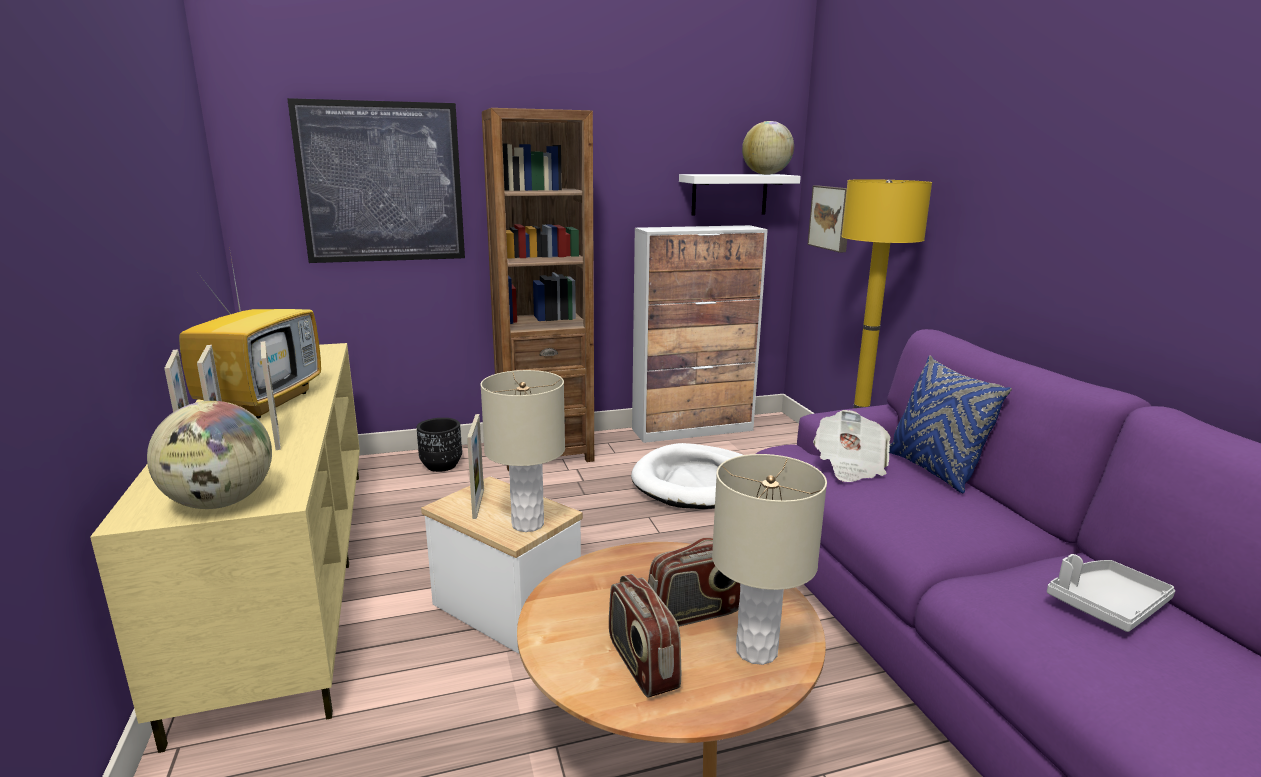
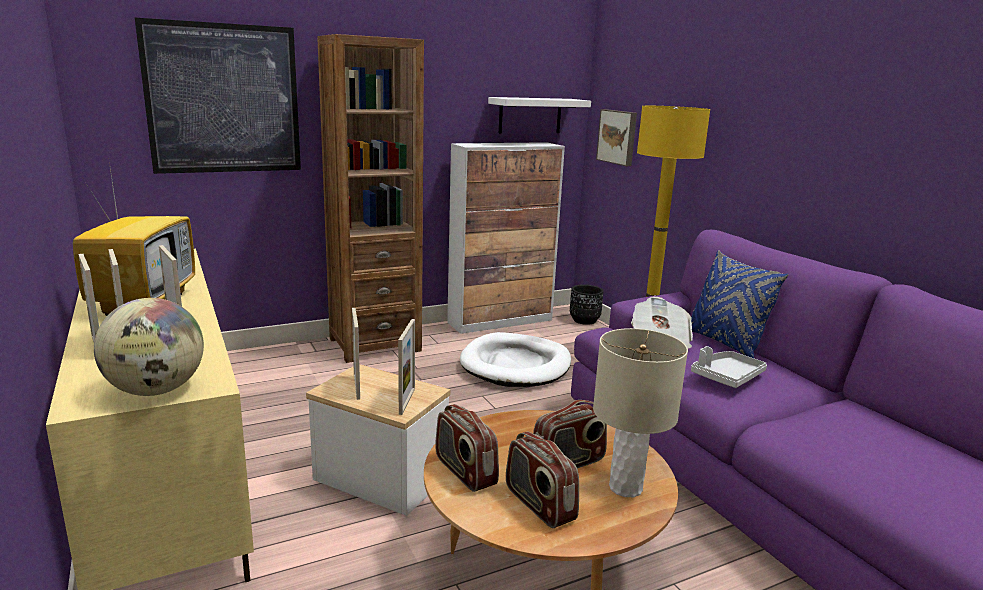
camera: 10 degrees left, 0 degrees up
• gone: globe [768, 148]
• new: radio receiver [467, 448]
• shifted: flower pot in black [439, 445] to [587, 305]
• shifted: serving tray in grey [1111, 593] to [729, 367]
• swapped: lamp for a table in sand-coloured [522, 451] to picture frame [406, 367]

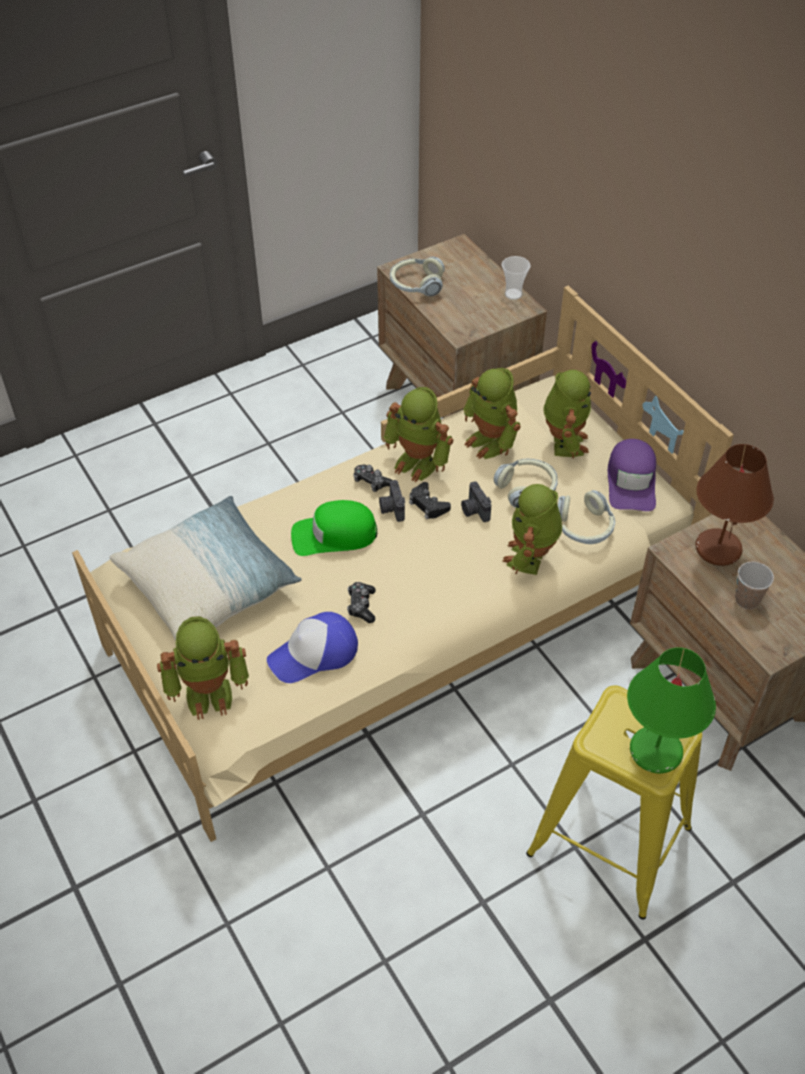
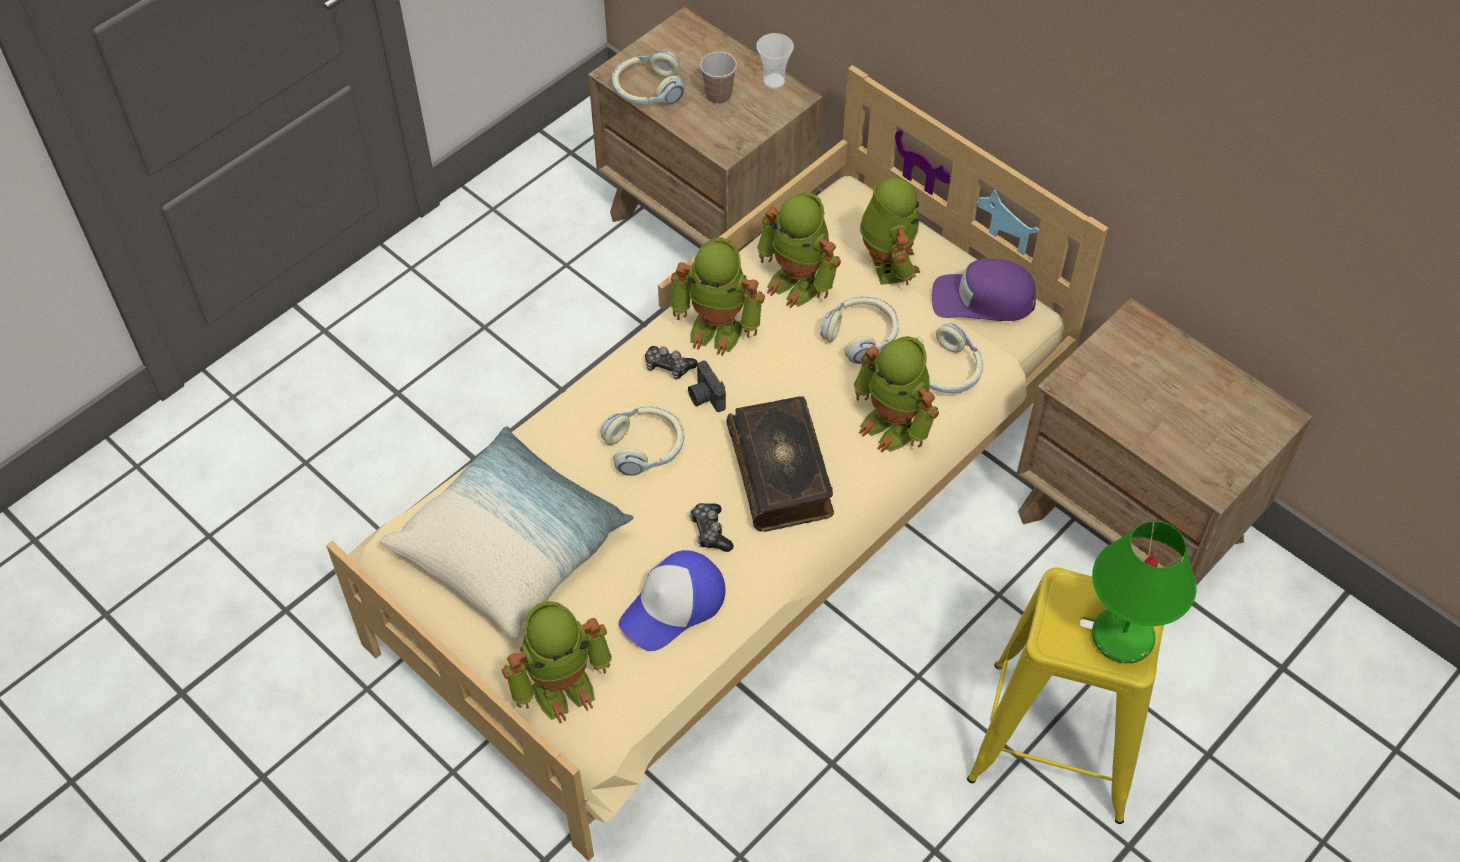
camera: 15 degrees left, 5 degrees up
• gone: joypad in black [430, 500]
• gone: photo camera [476, 501]
• gone: lamp for a table in brown [734, 505]
• new: bound book [780, 464]
• shifted: drinking cup [754, 585] to [718, 78]
• swapped: baseball cap in greenish [334, 528] to headset [642, 441]
• rotated: robot figure [532, 529] = [896, 394] 45 degrees counterclockwise
• rotated: baseball cap in purple [632, 475] = [984, 290] 105 degrees clockwise

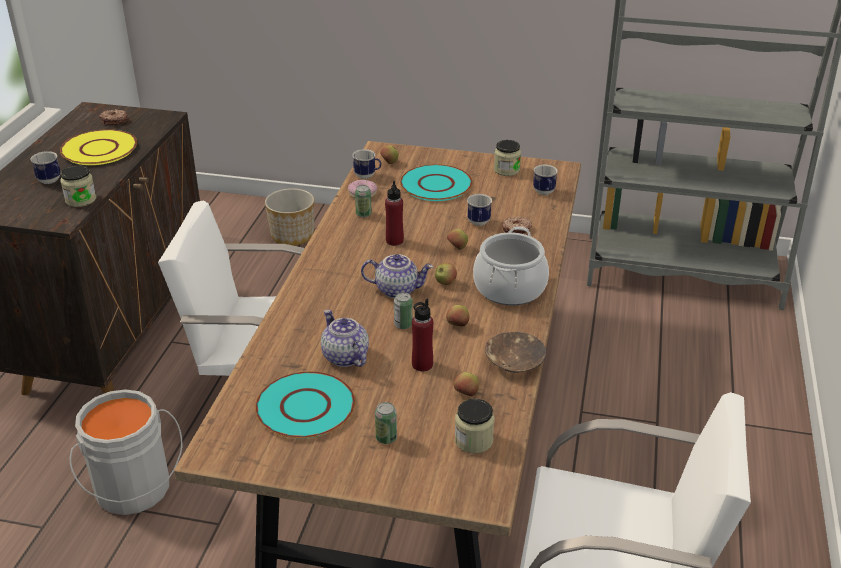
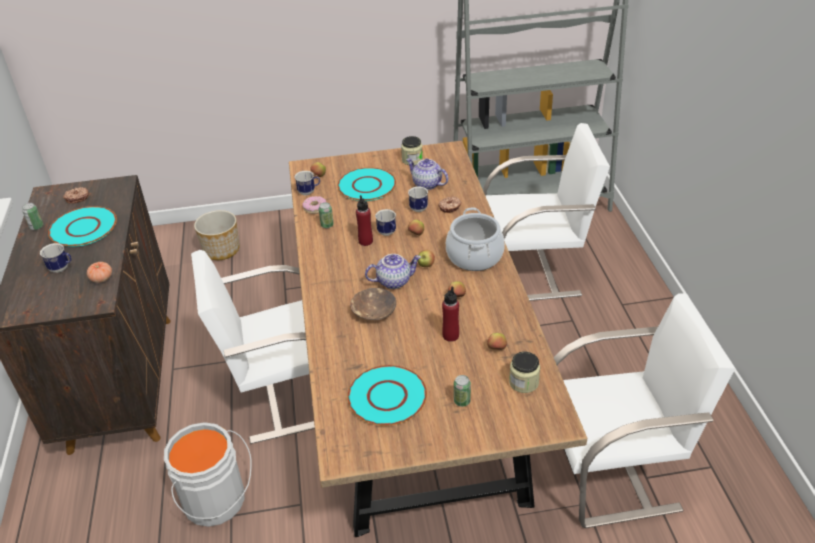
camera: 20 degrees left, 5 degrees up
• new: upright chair in white [546, 212]
• shifted: tea pot [345, 338] to [427, 174]
• shifted: sealed can [403, 310] to [32, 216]
• shifted: bowl in brown [515, 352] to [373, 304]
• shifted: coffee mug [545, 180] to [385, 222]
• swapped: storage jar [78, 186] to whole tomato [99, 272]
• repainted: flat dish in yellow-coloured [98, 147] to flat dish in turquoise-coloured [82, 226]

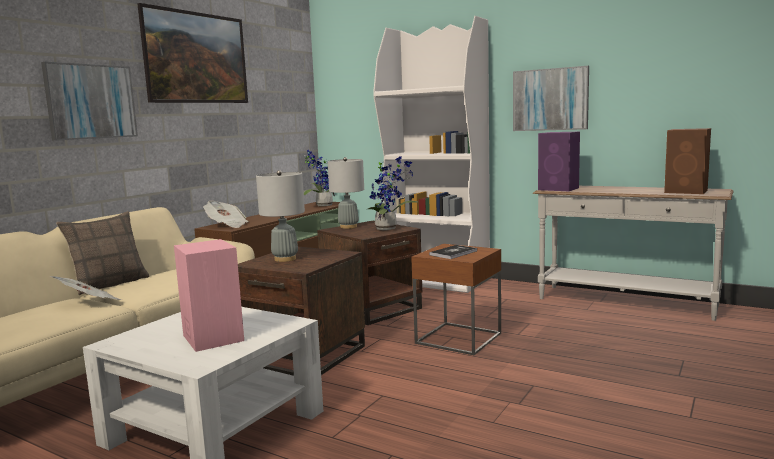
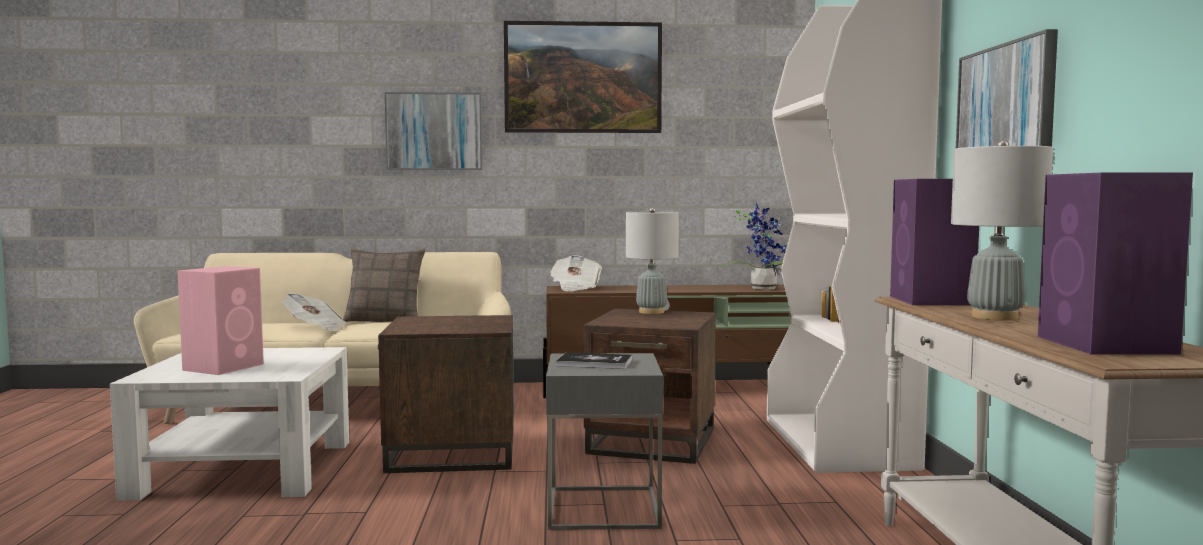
camera: 55 degrees right, 5 degrees down
• gone: plant in a pot [392, 193]
• shifted: lamp for a table in grey [280, 216] to [1002, 230]
• repainted: accent table in brown [456, 299] to accent table in grey [604, 441]
• repainted: speaker in brown [687, 161] to speaker in purple [1115, 263]

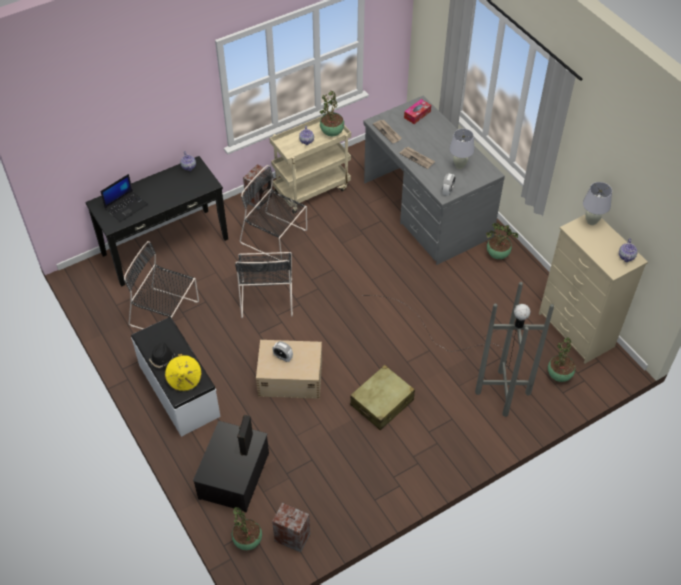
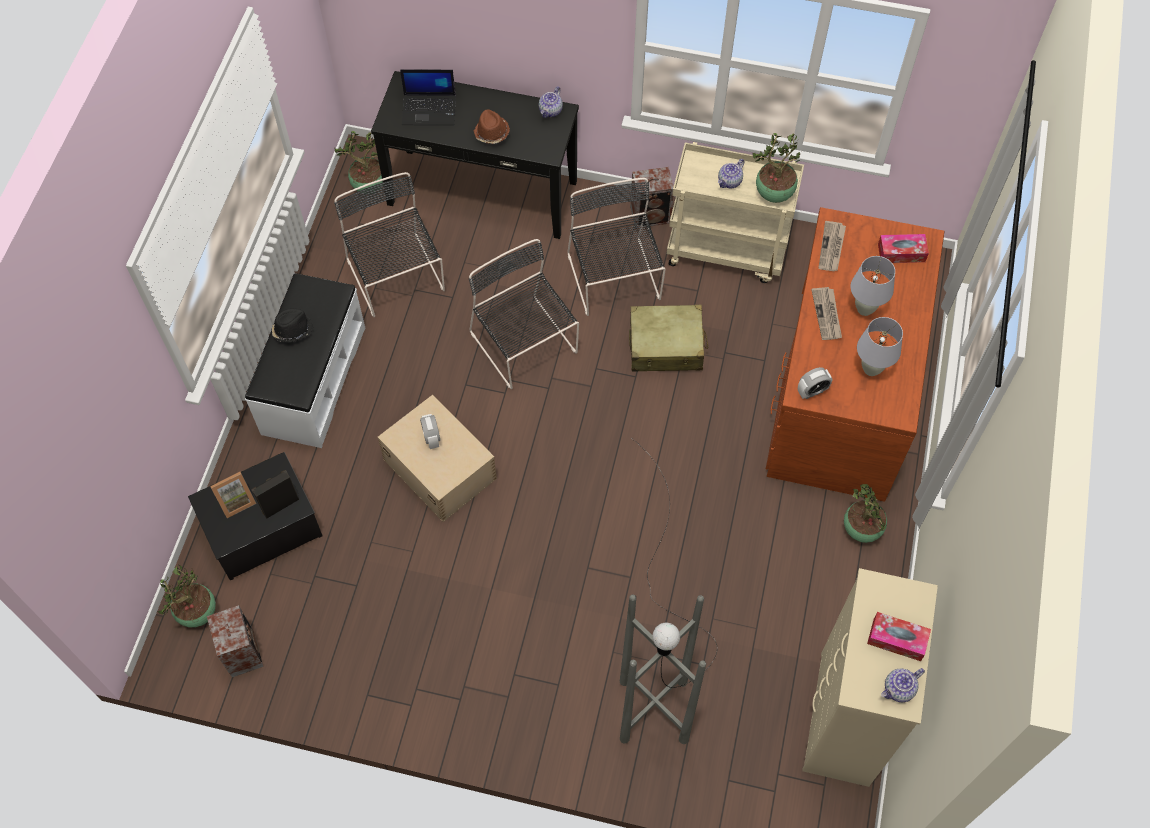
camera: 45 degrees right, 10 degrees up
• gone: wearable hat in yellow-coloured [183, 373]
• new: picture frame [233, 495]
• new: wearable hat in brown [492, 126]
• new: tissue holder [899, 636]
• shifted: piece of luggage in sand-coloured [382, 397] to [668, 338]
• shifted: plant in a pot [561, 359] to [359, 162]
• shifted: lamp for a table in white [597, 203] to [872, 286]
• repainted: desk in grey [434, 180] to desk in brown [855, 354]
• rotated: upright chair in black [264, 285] = [524, 314] 105 degrees clockwise

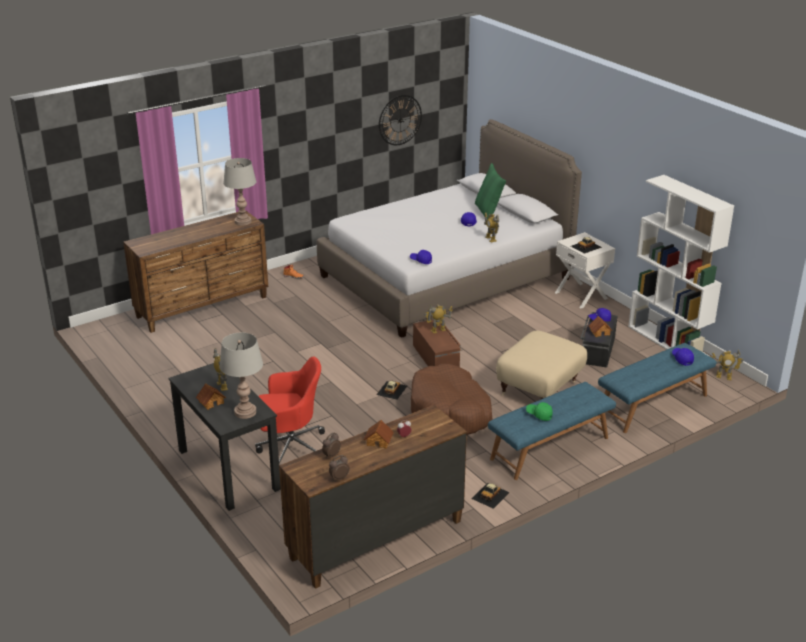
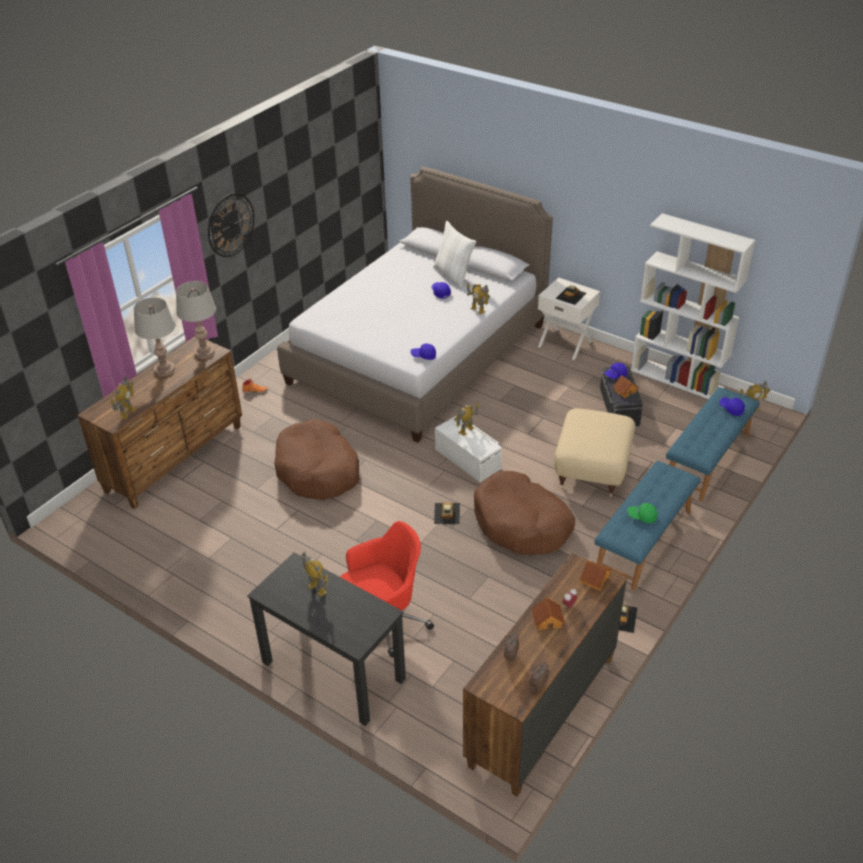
camera: 20 degrees left, 10 degrees up
• new: robot figure [123, 397]
• new: pet bed in brown [317, 459]
• shifted: model house [211, 396] to [596, 576]
• shifted: lamp for a table in grey [241, 375] to [155, 336]
• shifted: wall clock [400, 120] to [231, 225]
• repainted: storage box in brown [437, 343] to storage box in white [468, 449]
• repainted: throw pillow in greenish [490, 191] to throw pillow in white [455, 254]

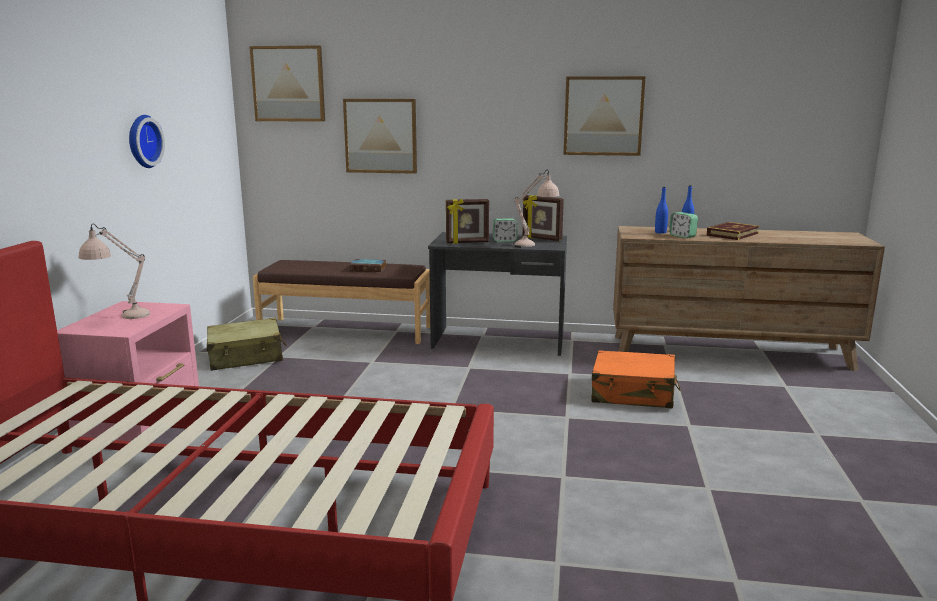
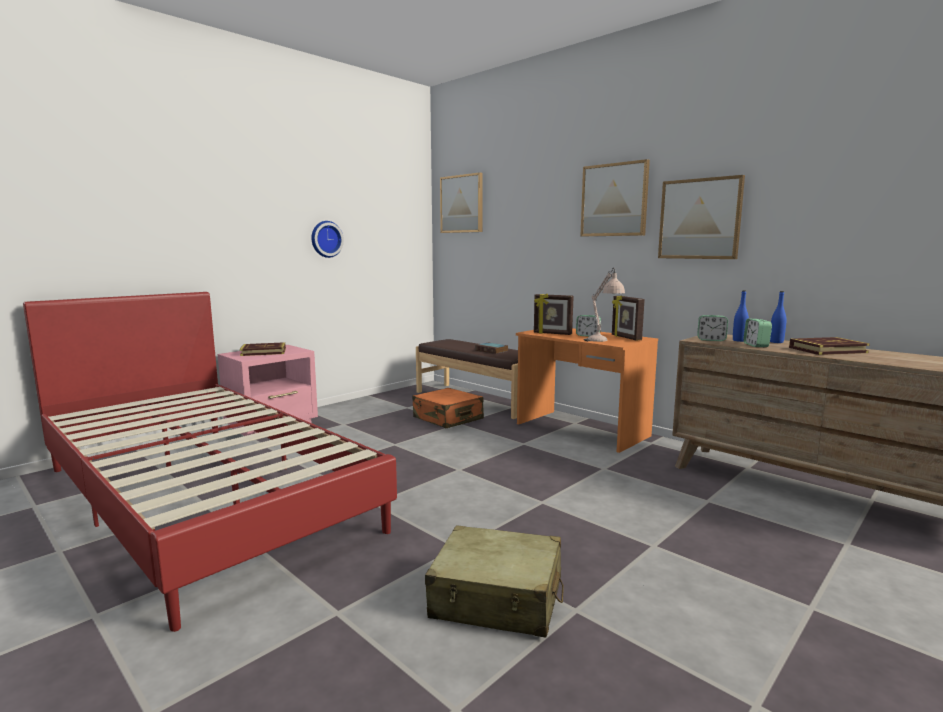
camera: 35 degrees right, 5 degrees down
• new: alarm clock [712, 328]
• shifted: piece of luggage in sand-coloured [246, 344] to [494, 581]
• shifted: wall art [380, 136] to [615, 197]
• shifted: piece of luggage in orange-coloured [636, 379] to [448, 408]
• swapped: lamp for a table in sand-coloured [114, 271] to bound book [263, 349]
• repainted: desk in grey [497, 294] to desk in orange-coloured [587, 390]

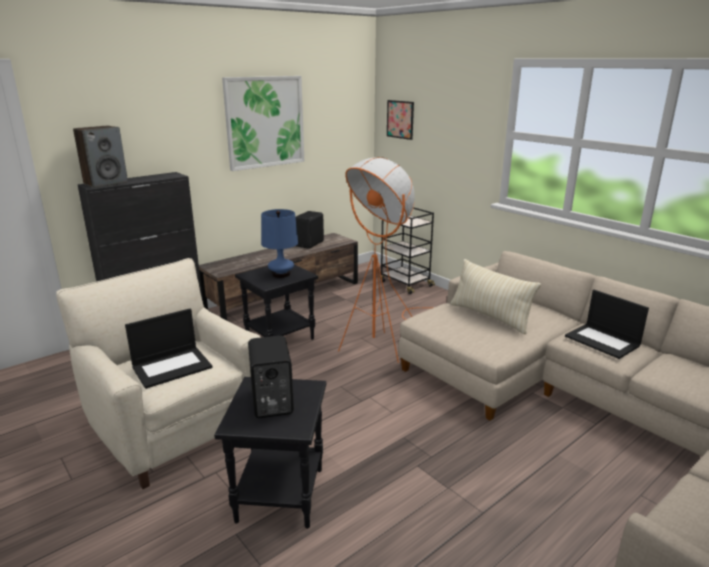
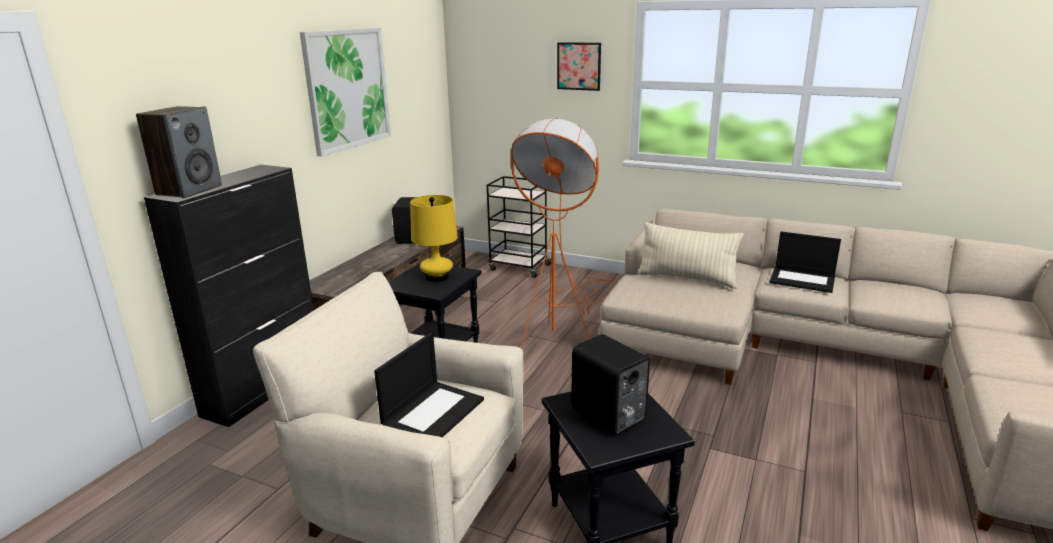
camera: 25 degrees left, 0 degrees up
• shifted: wall art [400, 120] to [579, 66]
• repainted: lamp for a table in blue [279, 243] to lamp for a table in yellow-coloured [434, 238]

